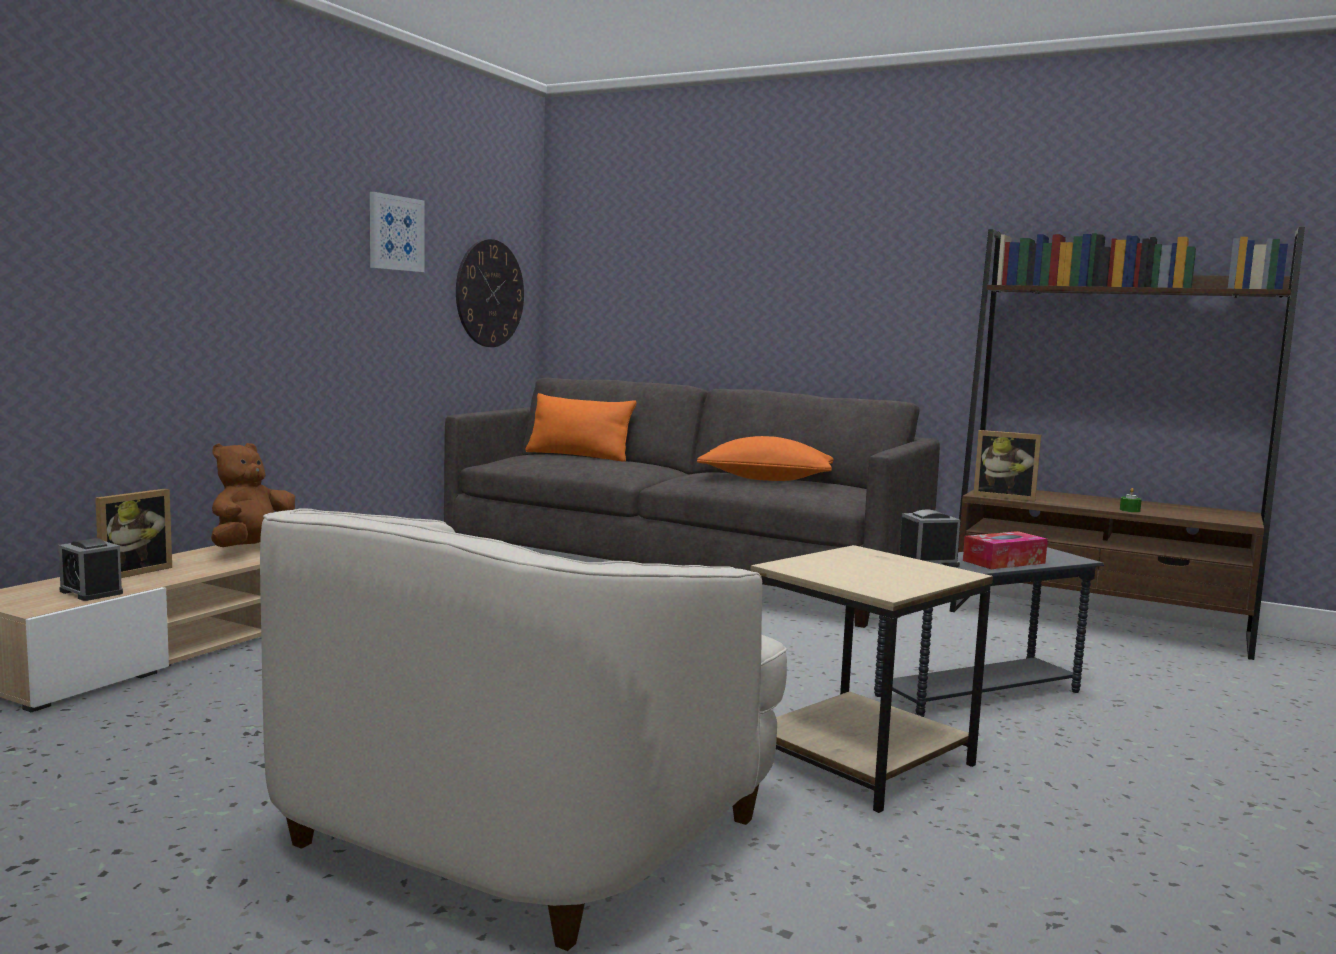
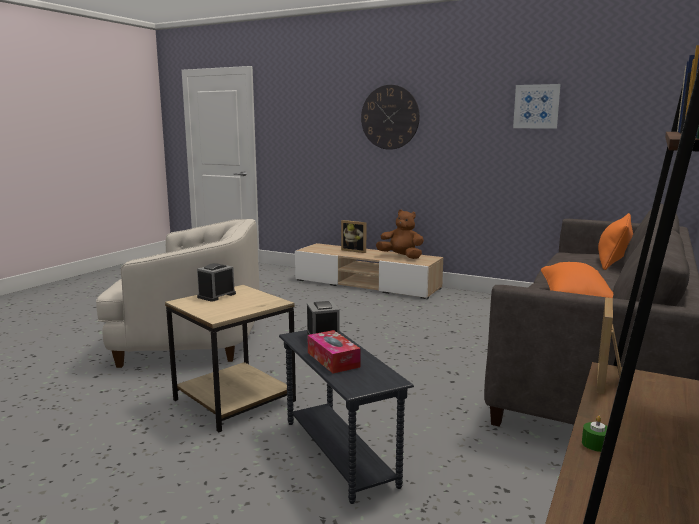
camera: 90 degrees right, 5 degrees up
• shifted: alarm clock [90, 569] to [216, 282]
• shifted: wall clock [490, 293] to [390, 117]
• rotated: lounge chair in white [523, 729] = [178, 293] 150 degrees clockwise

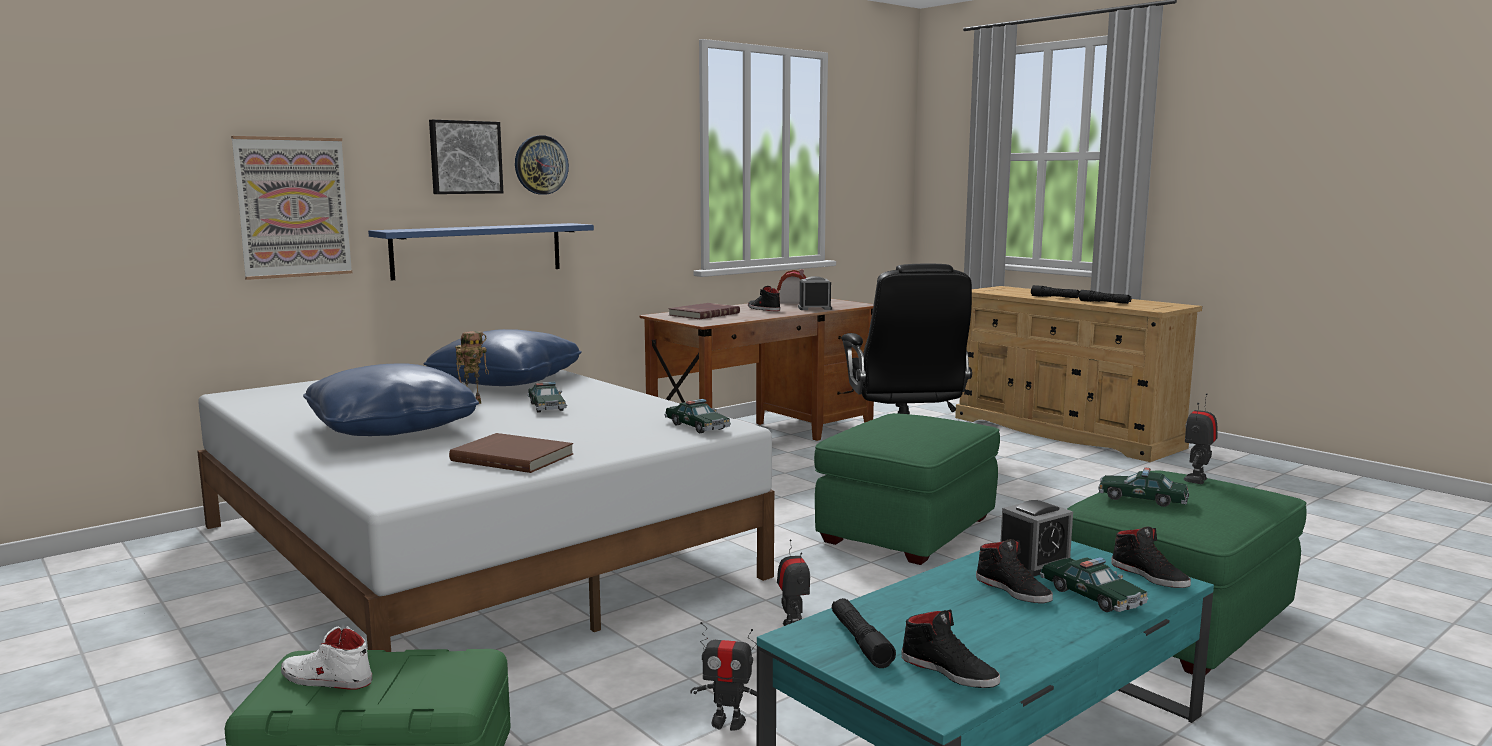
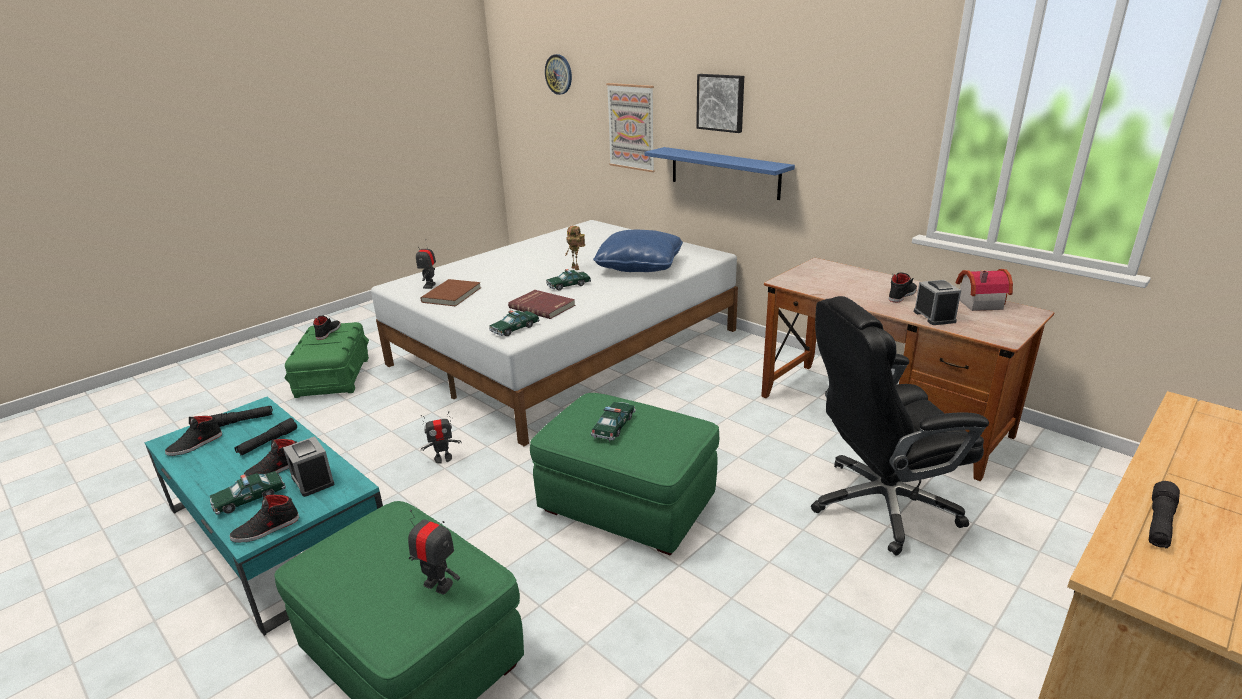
camera: 85 degrees right, 15 degrees up
• gone: throw pillow in blue [391, 399]
• shifted: wall clock [542, 165] to [558, 74]
• shifted: bound book in red [704, 311] to [541, 304]
• shifted: robot figure [723, 676] to [426, 265]
• shifted: torch in black [1055, 291] to [266, 436]
• shifted: miniature car [1143, 487] to [613, 421]
• repainted: low shoe in white [326, 657] to low shoe in black [327, 328]

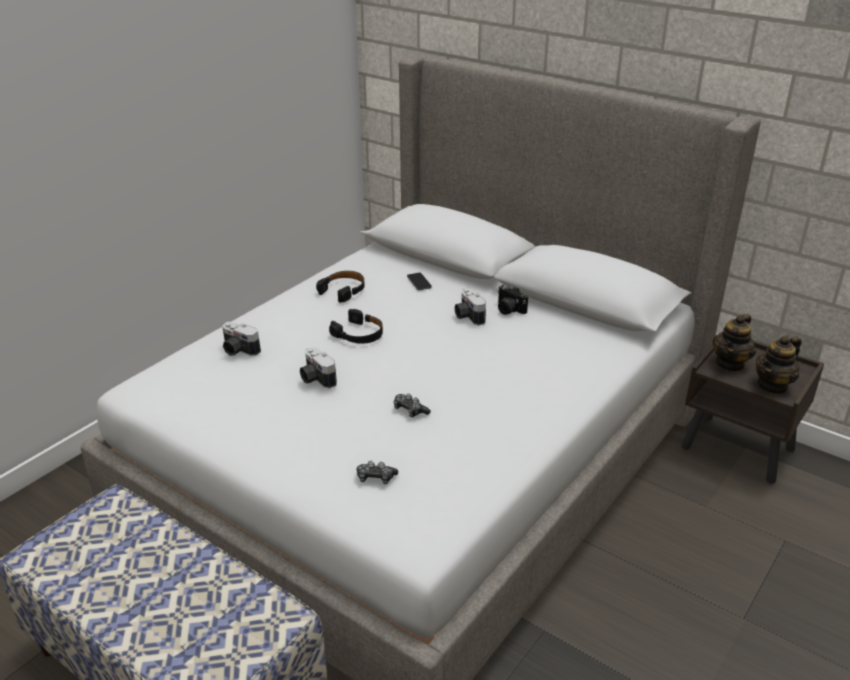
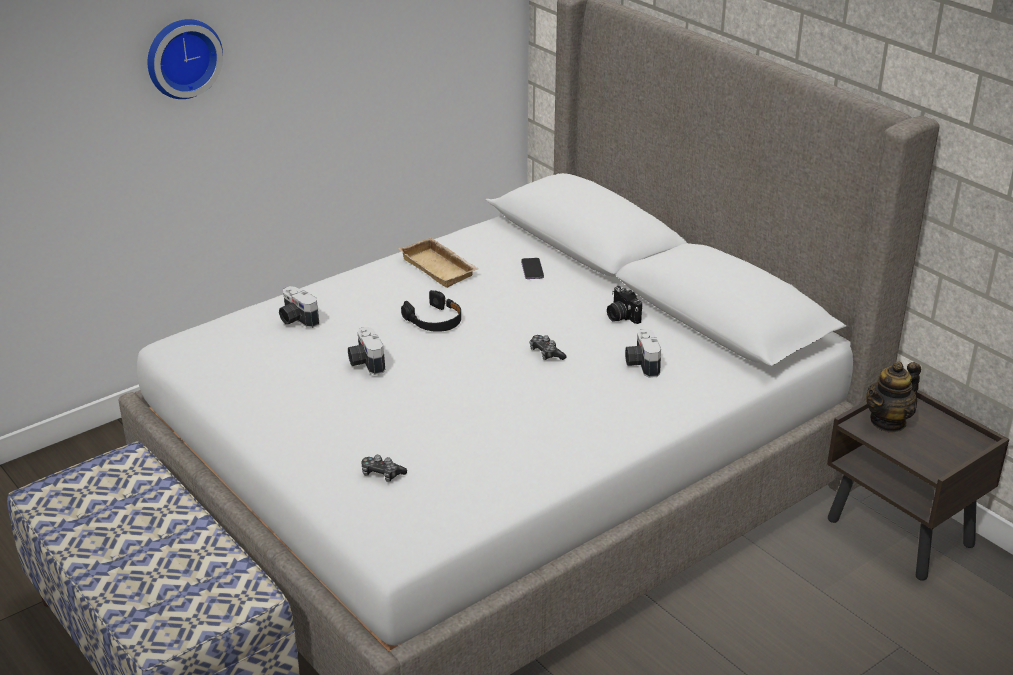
camera: 15 degrees right, 0 degrees up
• gone: tea pot [779, 365]
• new: wall clock [185, 59]
• shifted: joypad [412, 405] to [548, 347]
• shifted: photo camera [470, 307] to [643, 353]
• swapped: headset in black [340, 287] to serving tray in sand-coloured [438, 262]

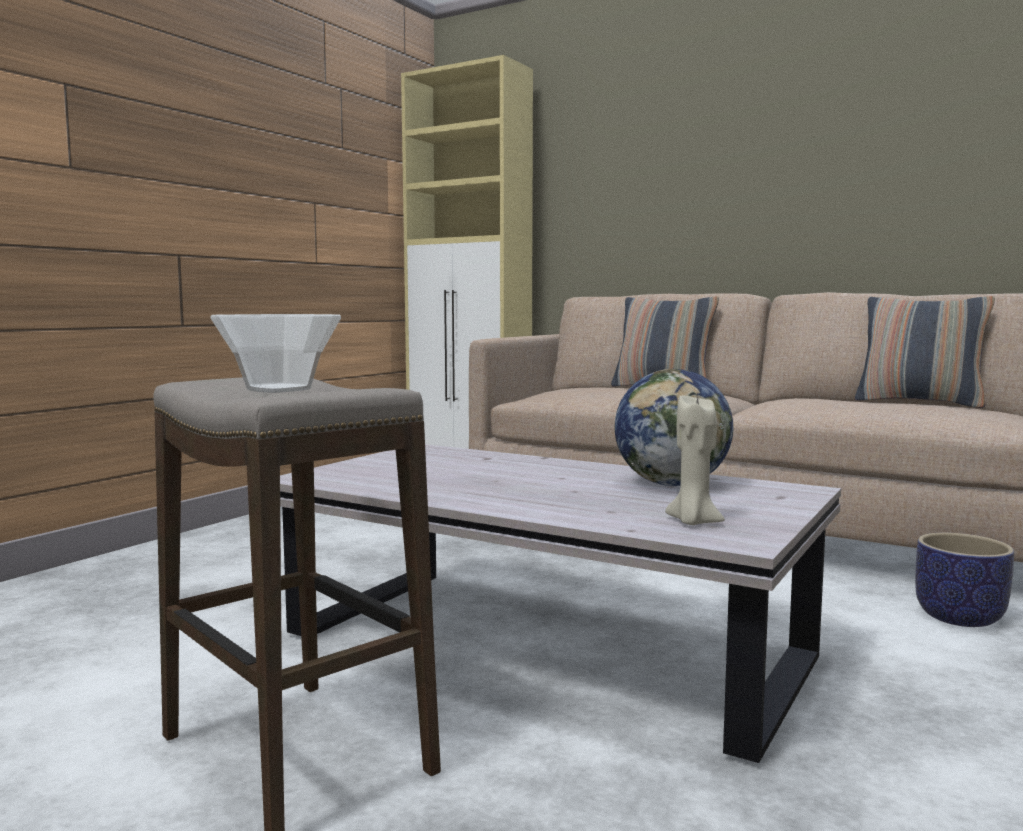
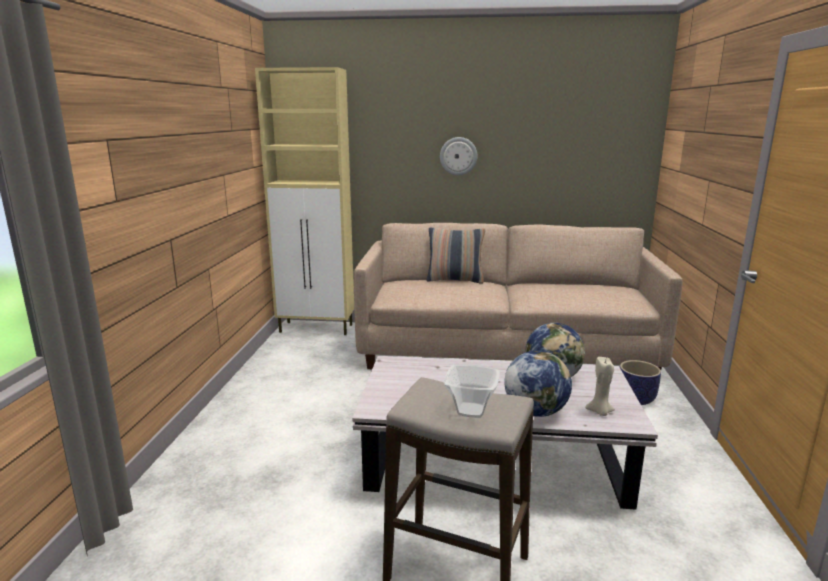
camera: 25 degrees left, 10 degrees up
• gone: throw pillow [925, 352]
• new: wall clock [459, 156]
• new: globe [538, 383]

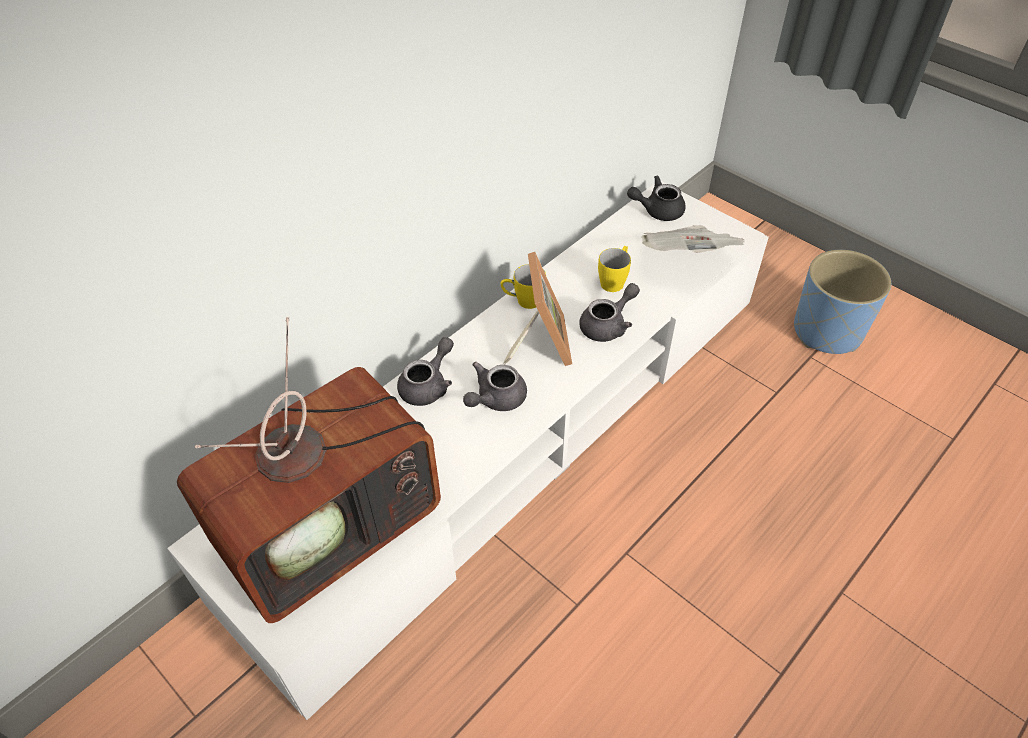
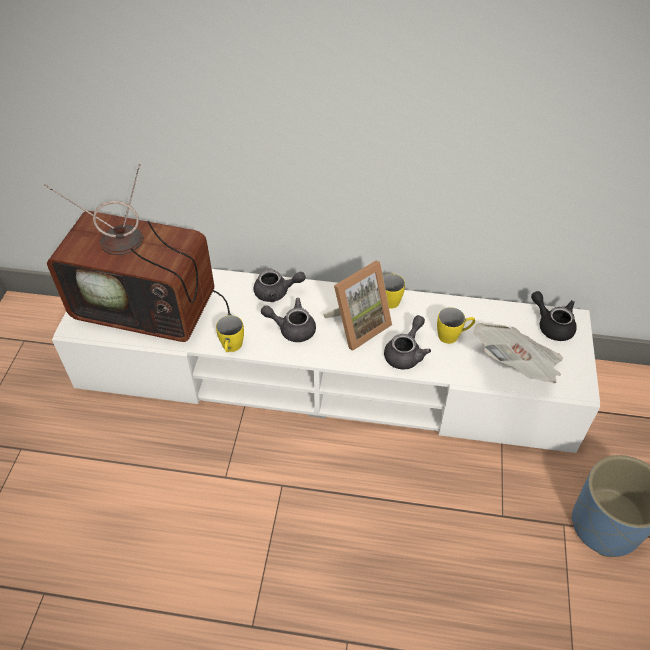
camera: 55 degrees right, 0 degrees up
• new: coffee mug in yellow-coloured [230, 333]
• rotated: tea pot in grey [609, 312] = [407, 342] 75 degrees counterclockwise

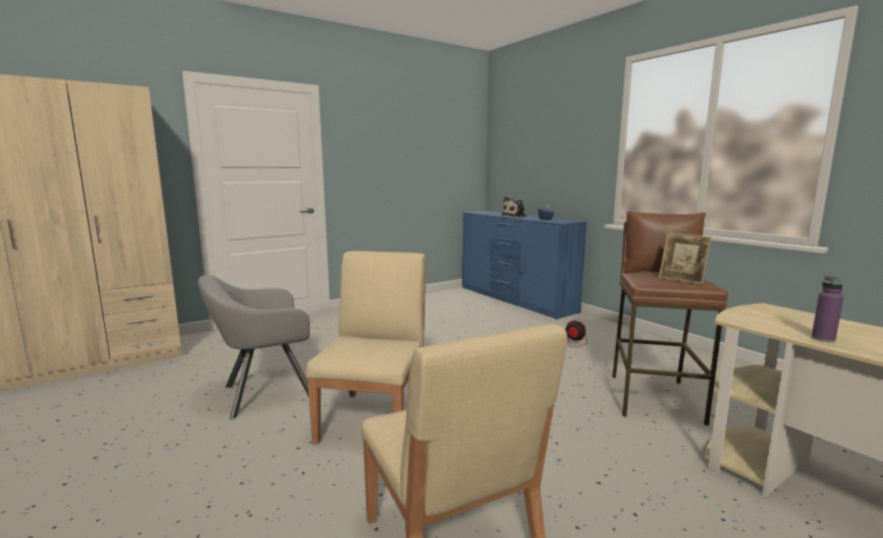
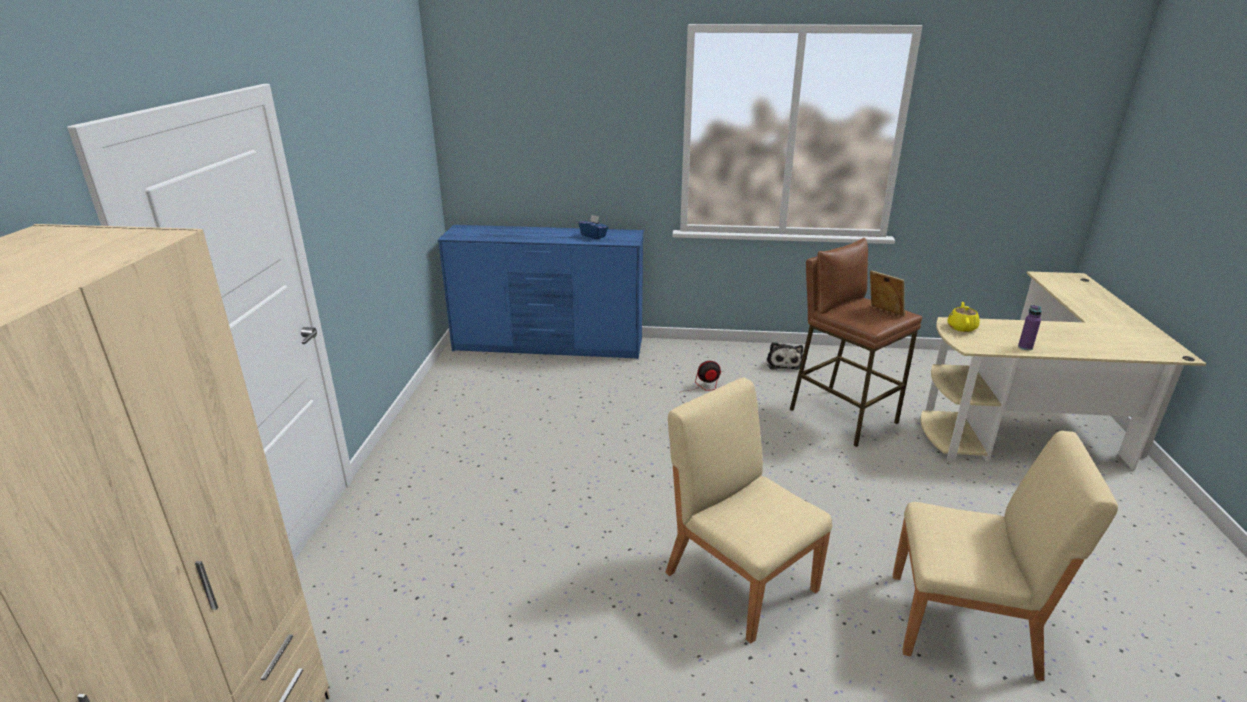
camera: 50 degrees left, 15 degrees up
• gone: lounge chair in grey [254, 347]
• new: tea pot in yellow-coloured [963, 317]
• shifted: plush toy [514, 207] to [785, 356]
• rotated: picture frame [685, 258] = [887, 293] 120 degrees counterclockwise

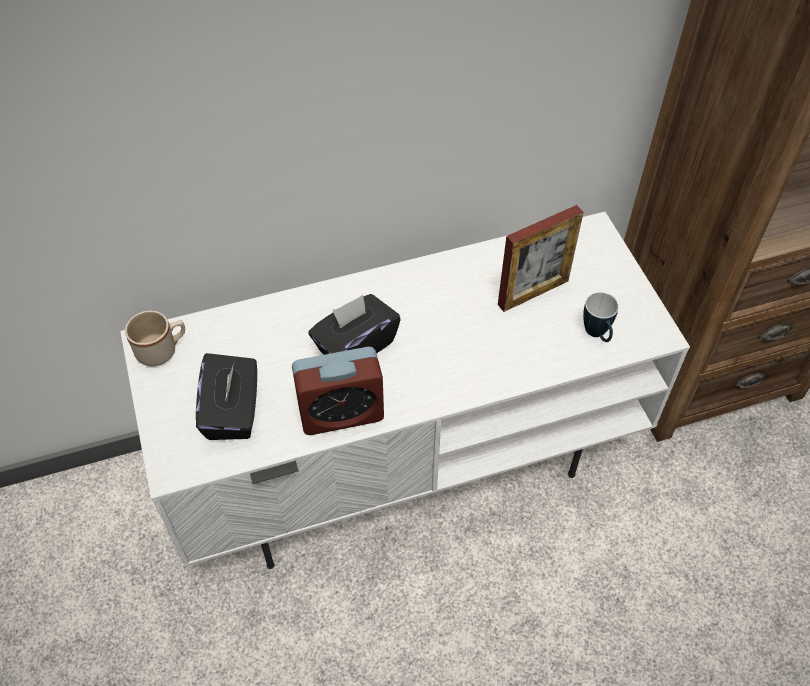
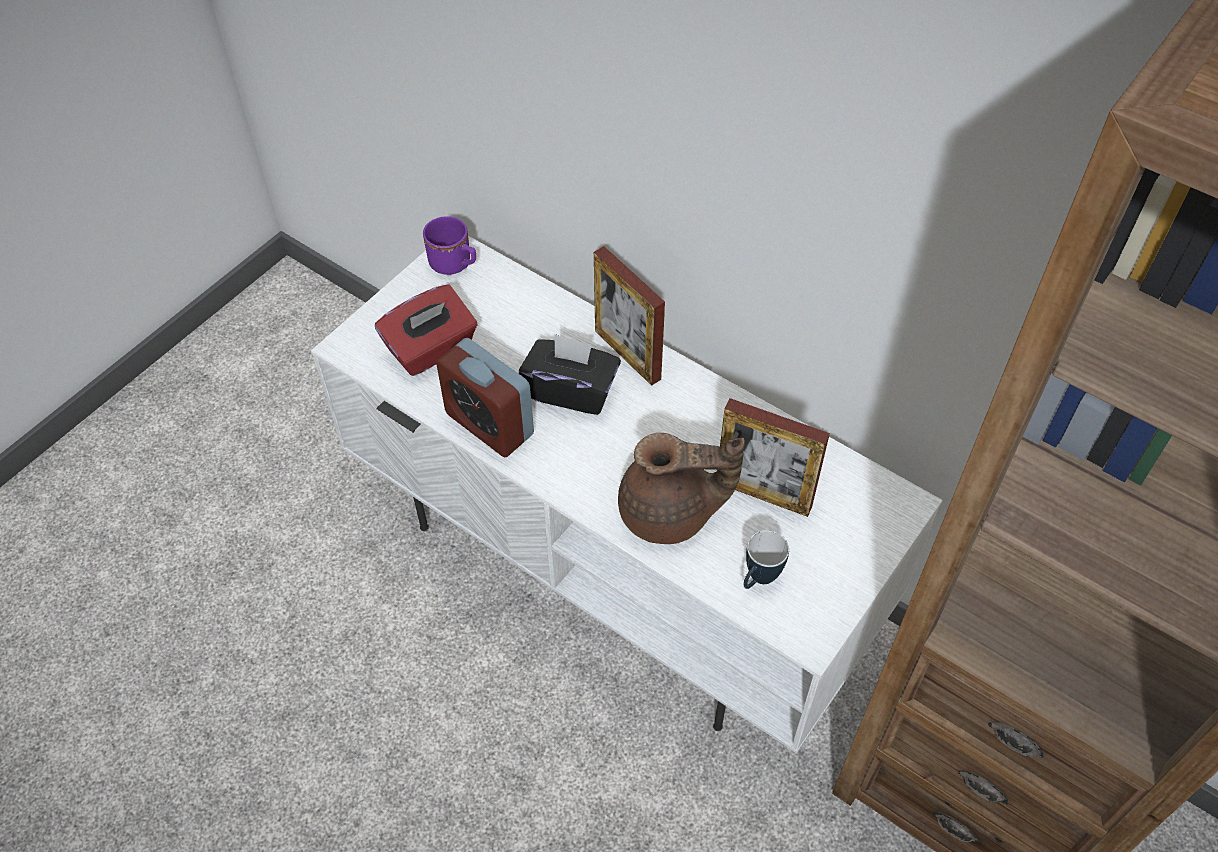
camera: 55 degrees right, 0 degrees up
• new: picture frame [629, 316]
• new: tea pot in brown [681, 488]
• repainted: coffee mug in sand-coloured [155, 338] to coffee mug in purple [449, 245]
• repainted: tissue holder in black [226, 396] to tissue holder in red [426, 330]

